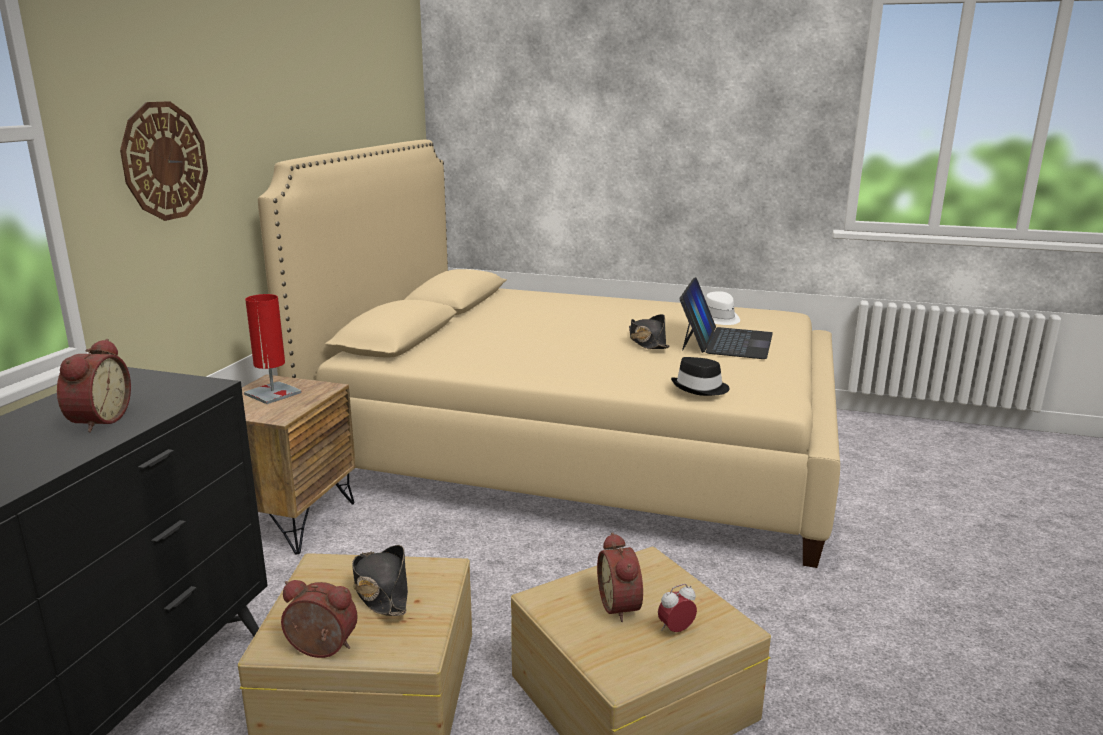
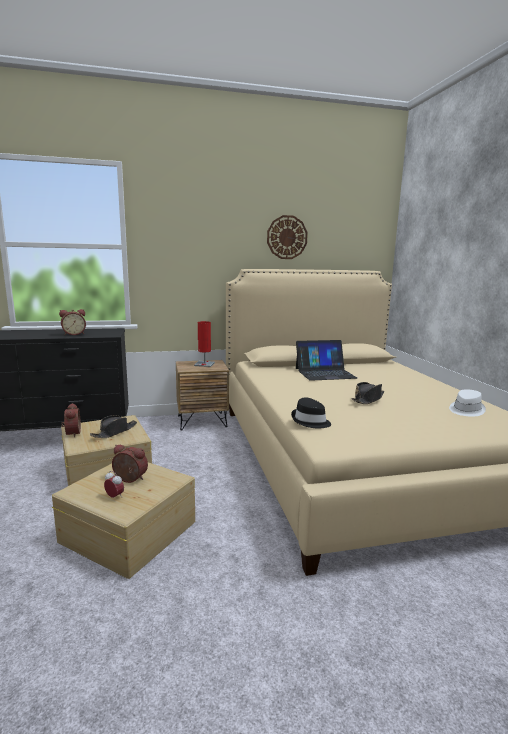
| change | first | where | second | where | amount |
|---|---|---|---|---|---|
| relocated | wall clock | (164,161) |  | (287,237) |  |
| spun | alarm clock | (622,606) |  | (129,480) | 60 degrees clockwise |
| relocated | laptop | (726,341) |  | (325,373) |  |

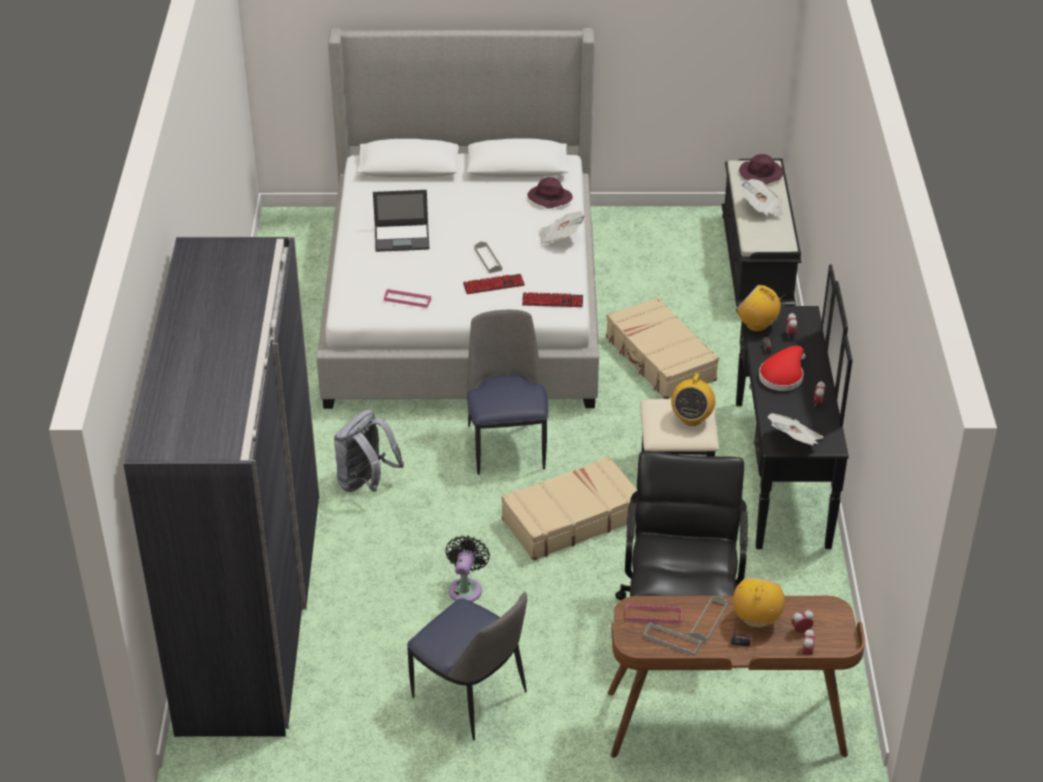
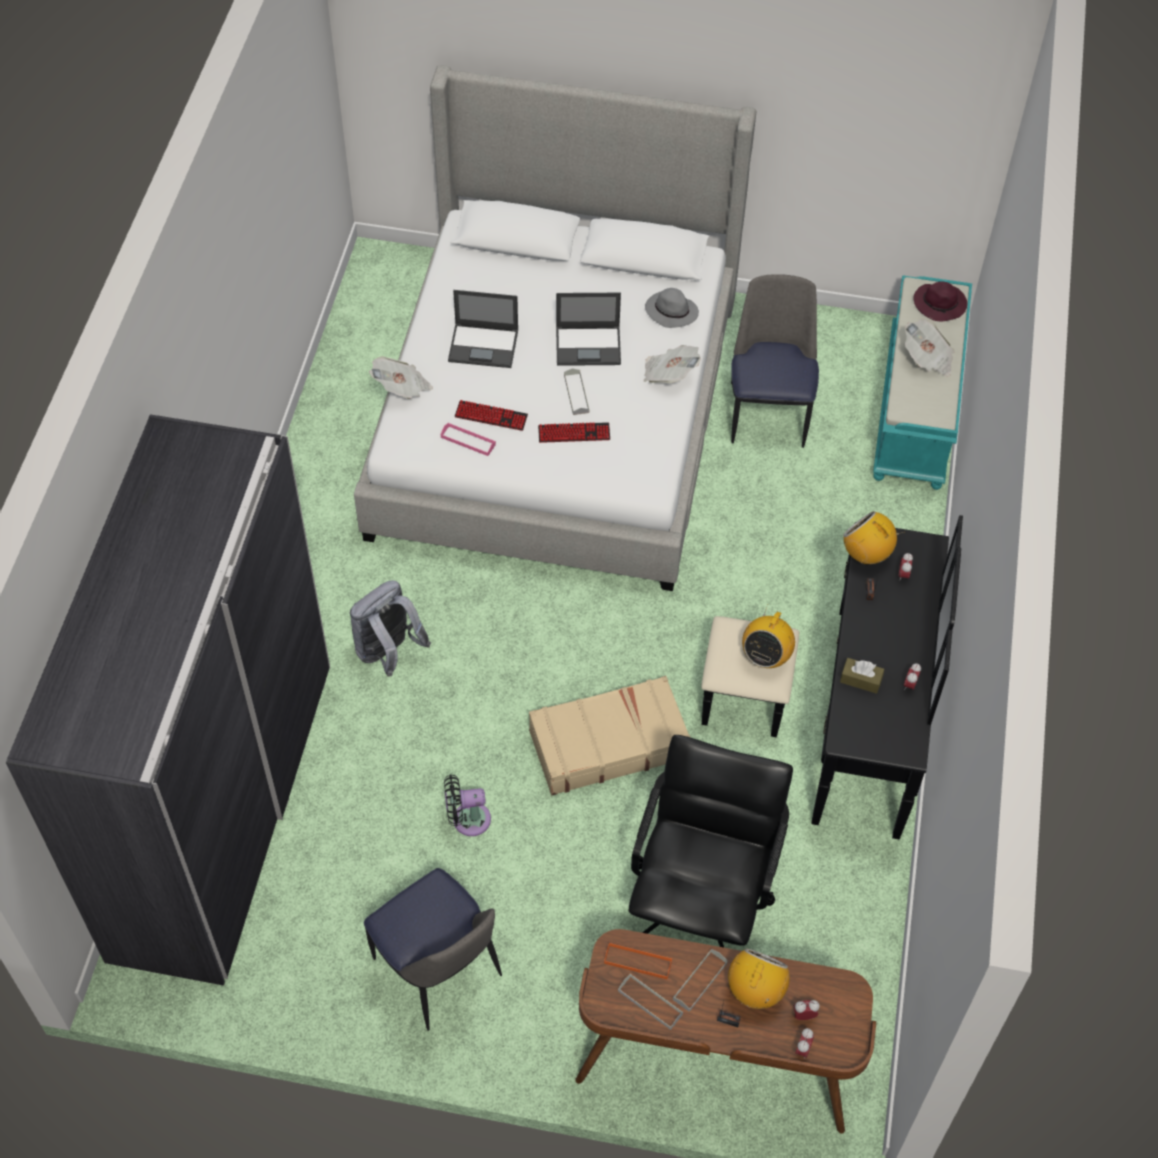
| change | first | where | second | where | amount |
|---|---|---|---|---|---|
| spun | black fan | (466,588) |  | (467,819) | 120 degrees counterclockwise |
| relocated | chair | (506,444) |  | (768,412) |  |
| relocated | keyboard | (552,301) |  | (491,416) |  |
| colour | purple hat | (549,198) | grey hat | (670,312) |  |
| missing | beige suitcase | (659,359) |  |  |  |
| colour | pink tray | (653,615) | orange tray | (638,962) |  |
| colour | black bench | (757,264) | turquoise bench | (917,409) |  |
| missing | red hat | (782,376) |  |  |  |
| relocated | newspaper | (795,441) |  | (402,388) |  |
| appeared |  |  | laptop | (589,345) |  |
| appeared |  |  | brown tissue box | (861,680) |  |

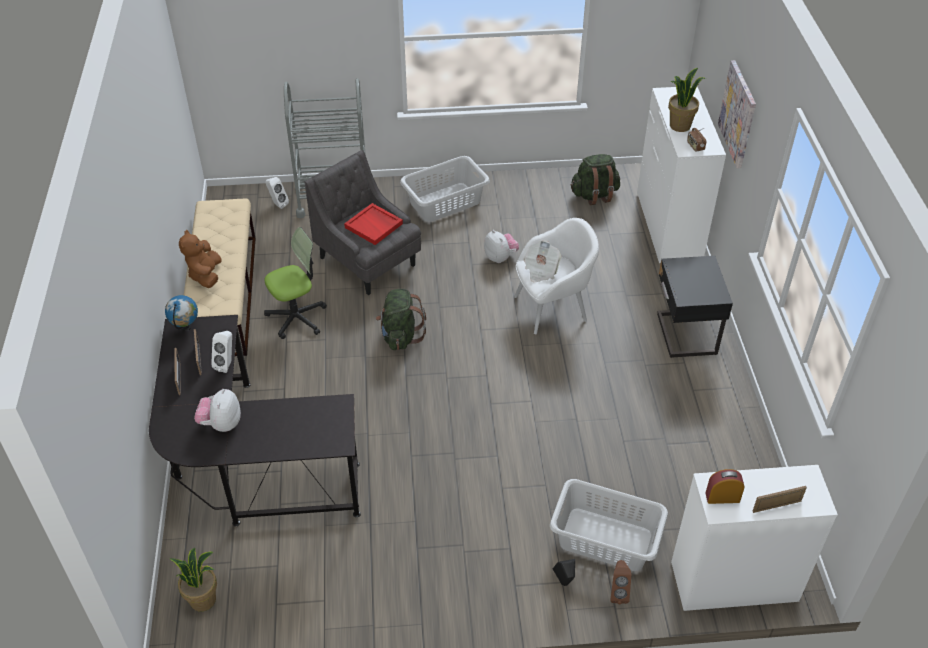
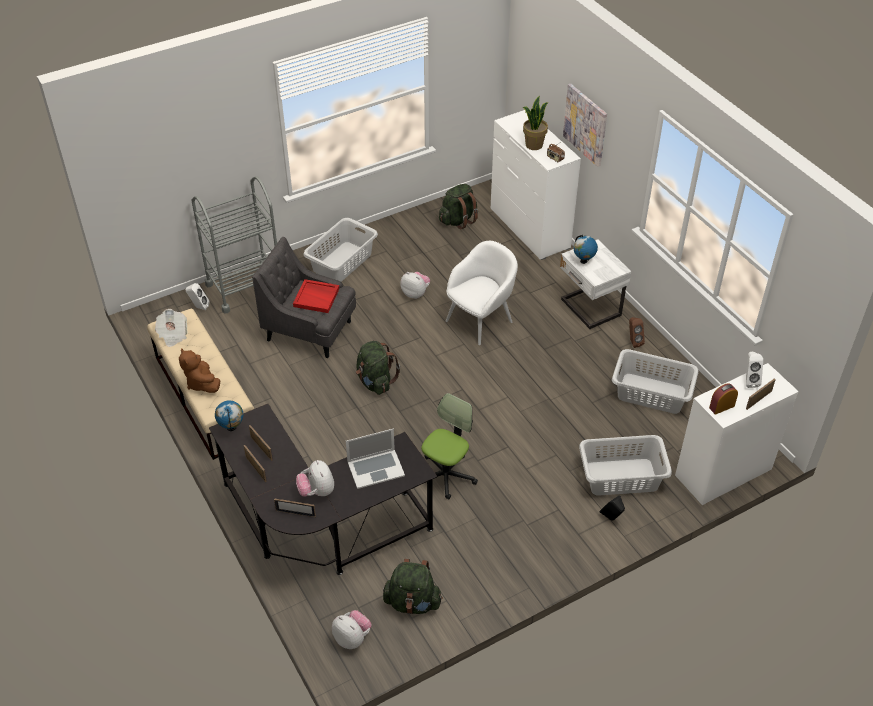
| change | first | where | second | where | amount |
|---|---|---|---|---|---|
| exchanged | potted plant | (203,599) | plush toy | (352,638) |  |
| relocated | white speaker | (227,364) |  | (749,381) |  |
| relocated | office chair | (297,317) |  | (446,475) |  |
| relocated | newspaper | (541,270) |  | (173,334) |  |
| relocated | brown speaker | (618,592) |  | (633,342) |  |
| colour | black nightstand | (684,335) | white nightstand | (589,309) |  |
| appeared |  |  | picture frame | (295,513) |  |
| appeared |  |  | laptop | (375,468) |  |
| appeared |  |  | green backpack | (413,602) |  |
| appeared |  |  | globe | (583,261) |  |
| appeared |  |  | grey laundry basket | (651,394) |  |

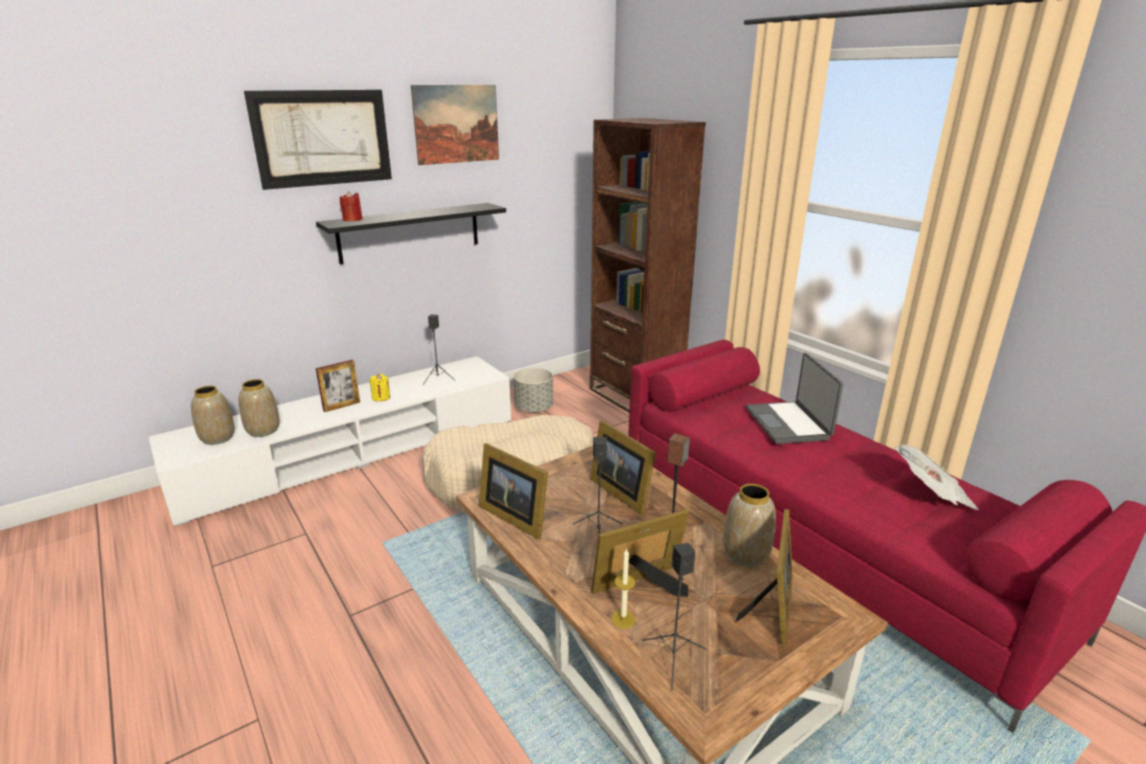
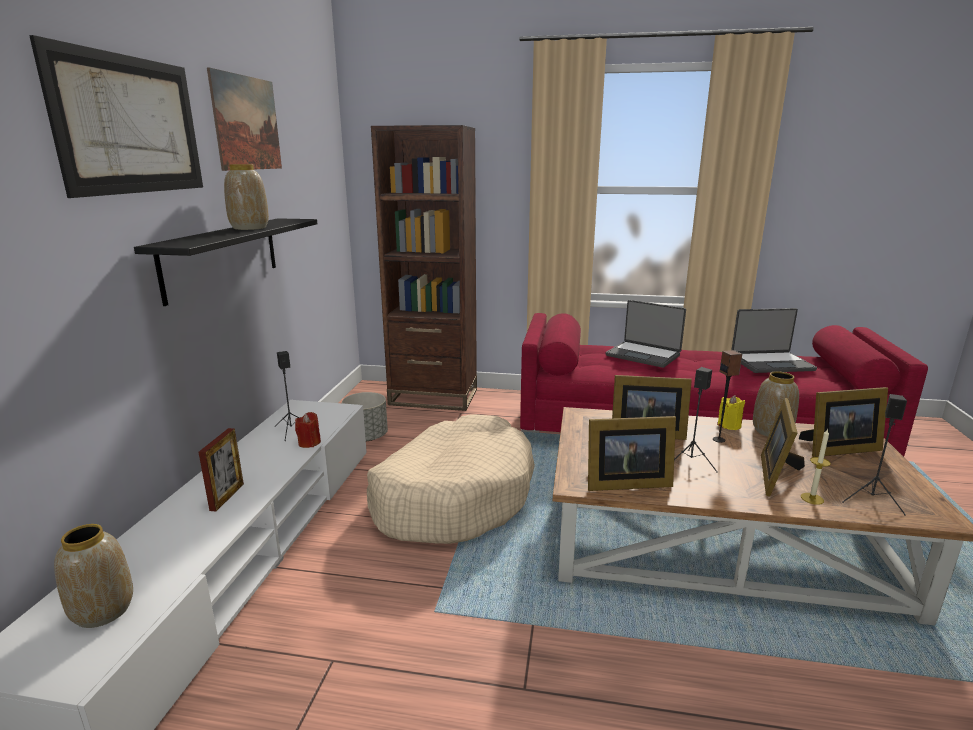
| change | first | where | second | where | amount |
|---|---|---|---|---|---|
| relocated | vase | (263,430) |  | (249,228) |  |
| relocated | red candle | (352,220) |  | (309,443) |  |
| relocated | yellow candle | (381,397) |  | (729,425) |  |
| spun | picture frame | (772,608) |  | (837,449) | 105 degrees clockwise |
| exchanged | newspaper | (931,495) | laptop | (771,363) |  |

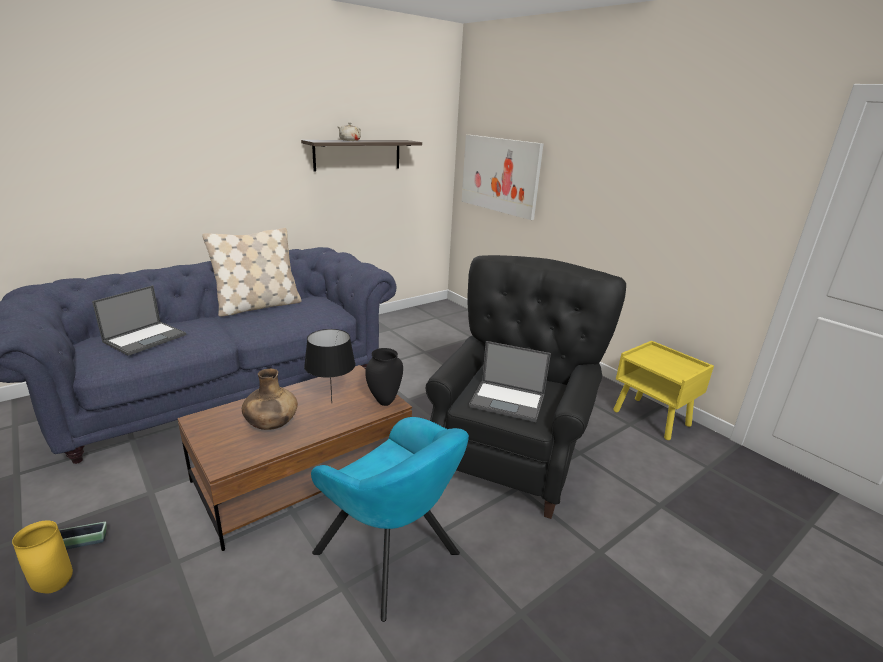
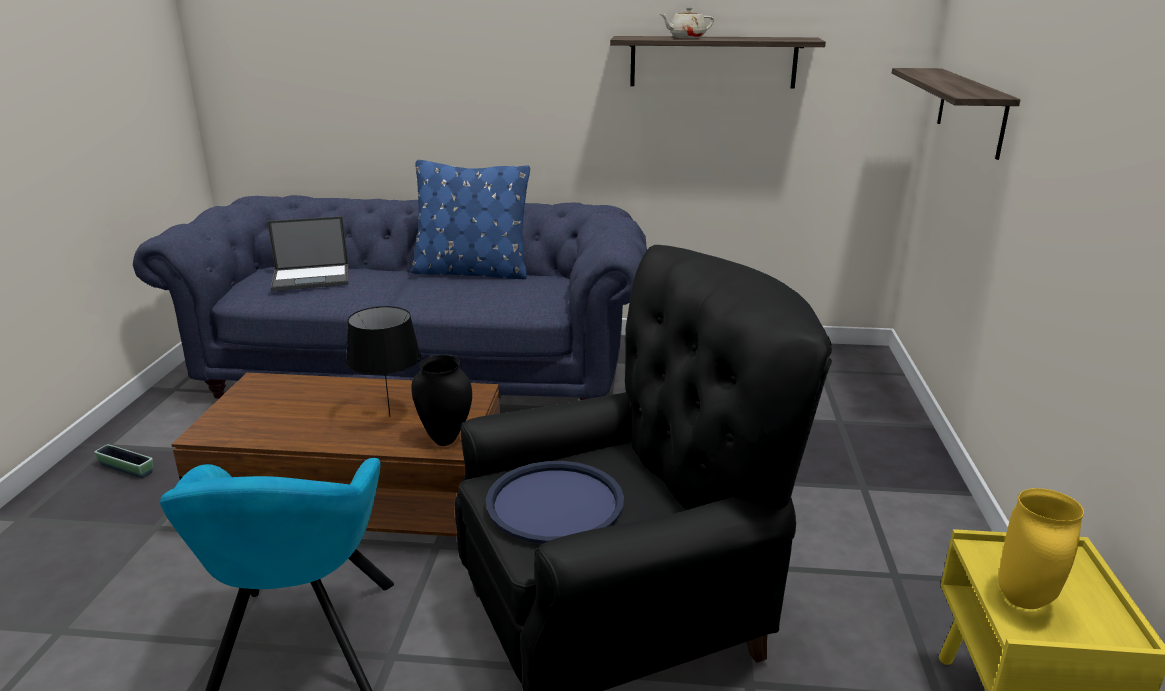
| change | first | where | second | where | amount |
|---|---|---|---|---|---|
| relocated | yellow vase | (56,585) |  | (1026,601) |  |
| colour | beige pillow | (258,306) | blue pillow | (472,272) |  |
| missing | brown vase | (271,425) |  |  |  |
| exchanged | picture | (500,175) | shelf | (971,111) |  |
| exchanged | laptop | (508,401) | blue tray | (555,503) |  |

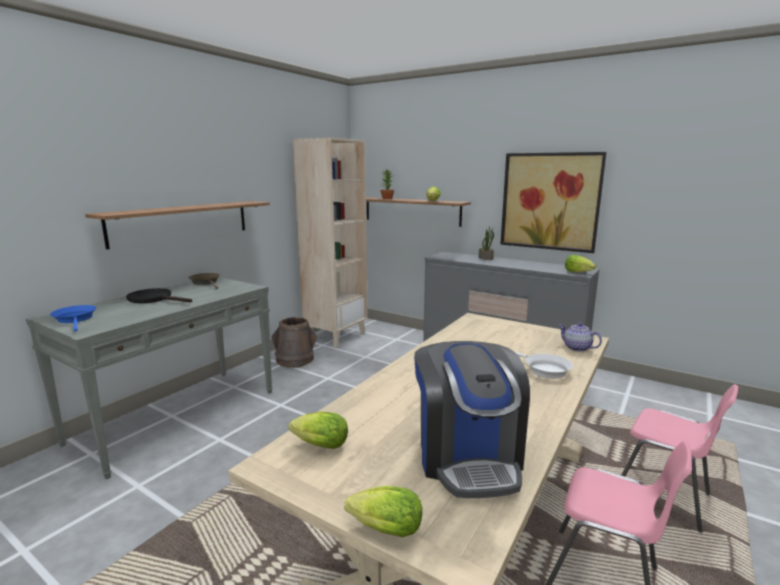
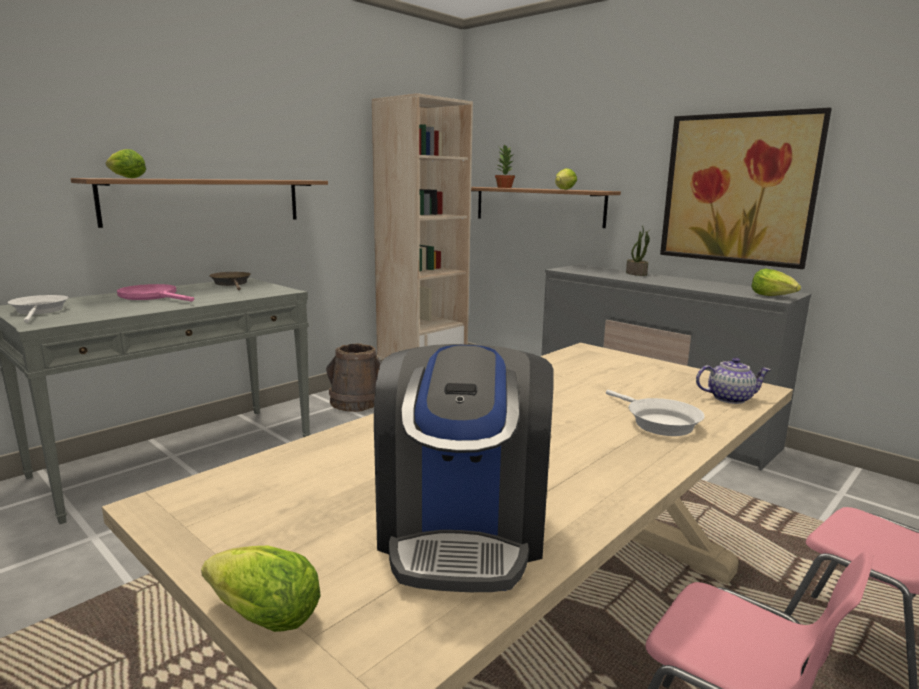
| change | first | where | second | where | amount |
|---|---|---|---|---|---|
| colour | blue frying pan | (75,319) | white frying pan | (40,311) |  |
| colour | black frying pan | (155,299) | pink frying pan | (153,296) |  |
| relocated | lettuce | (318,445) |  | (125,178) |  |
| spun | teapot | (576,348) |  | (729,398) | 120 degrees clockwise |

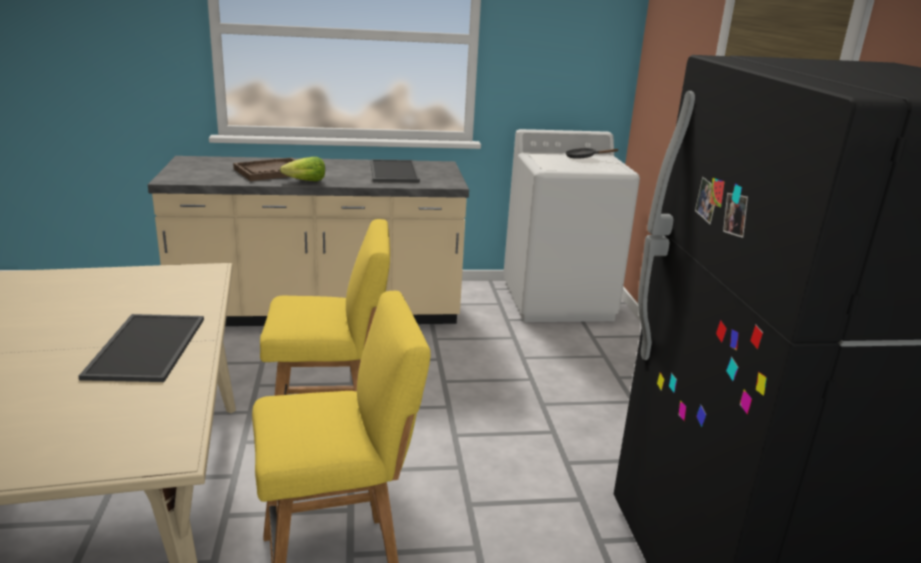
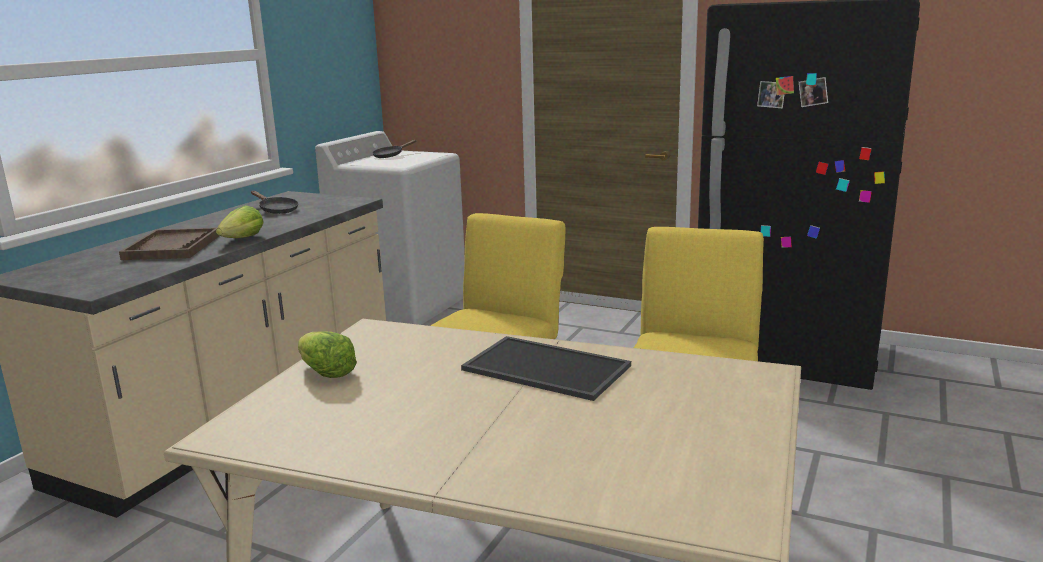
| change | first | where | second | where | amount |
|---|---|---|---|---|---|
| exchanged | tray | (392,171) | black frying pan | (276,210) |  |
| appeared |  |  | lettuce | (325,372) |  |

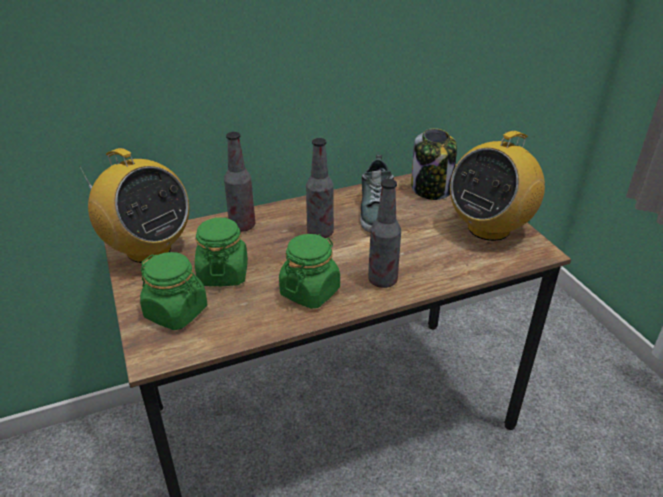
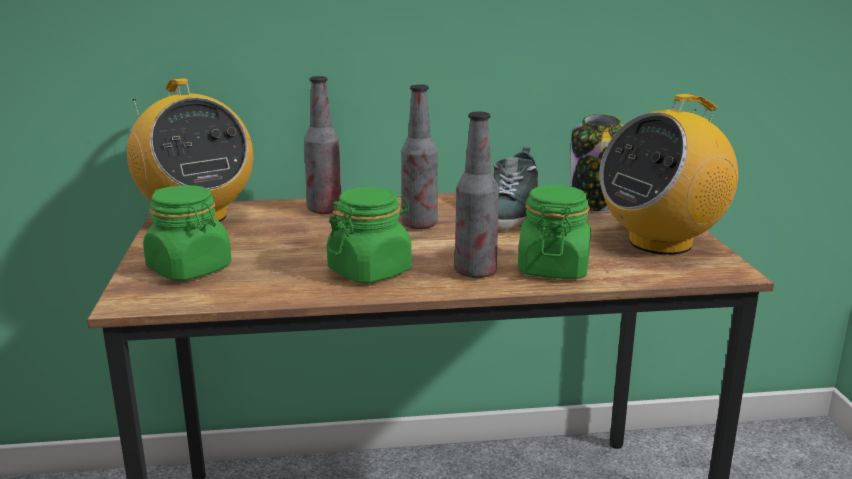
| change | first | where | second | where | amount |
|---|---|---|---|---|---|
| relocated | green jar | (223,273) |  | (553,268) |  |

